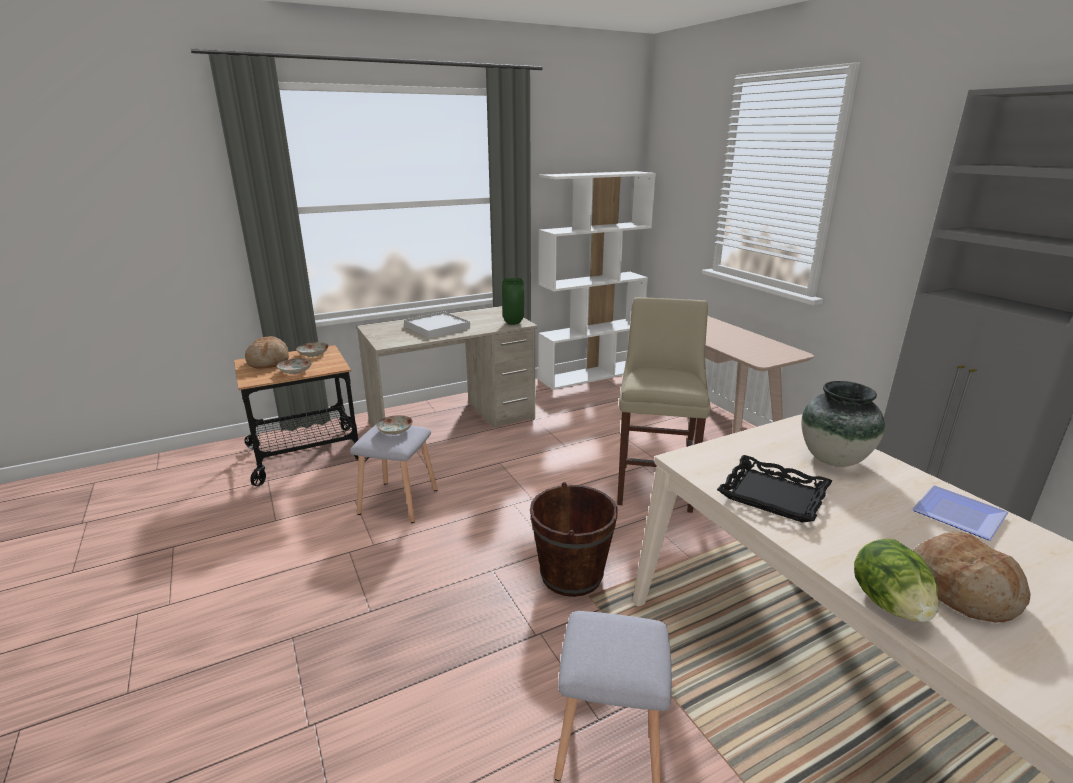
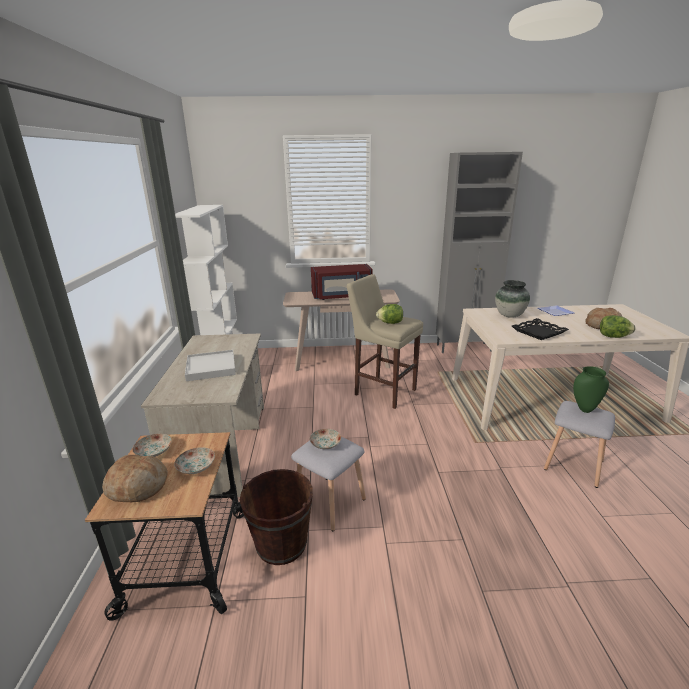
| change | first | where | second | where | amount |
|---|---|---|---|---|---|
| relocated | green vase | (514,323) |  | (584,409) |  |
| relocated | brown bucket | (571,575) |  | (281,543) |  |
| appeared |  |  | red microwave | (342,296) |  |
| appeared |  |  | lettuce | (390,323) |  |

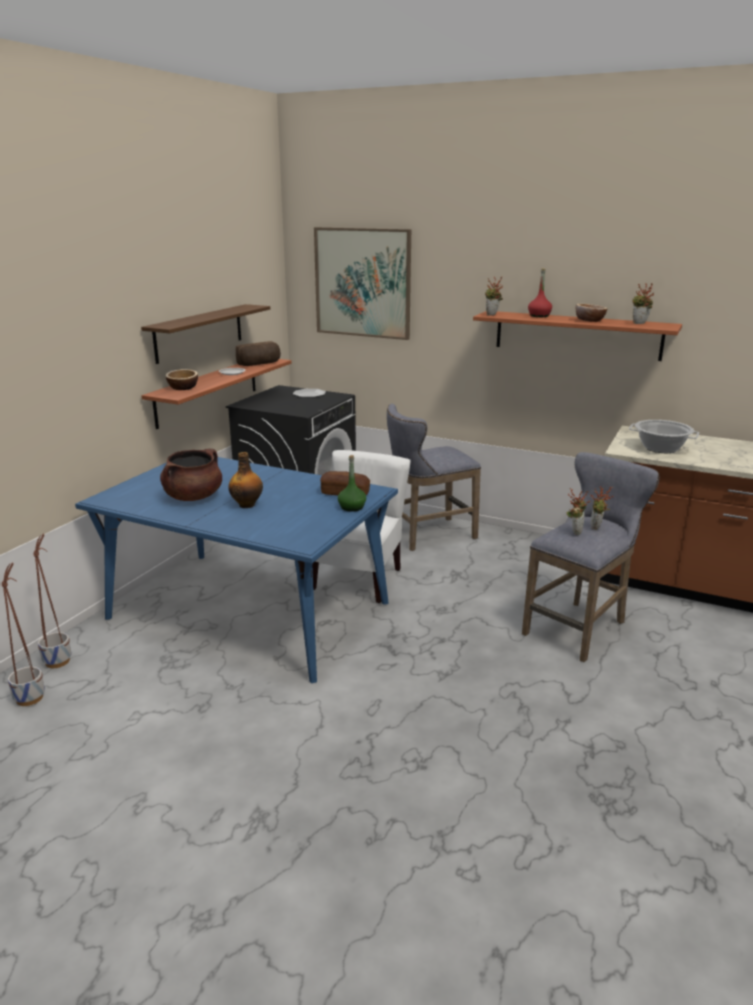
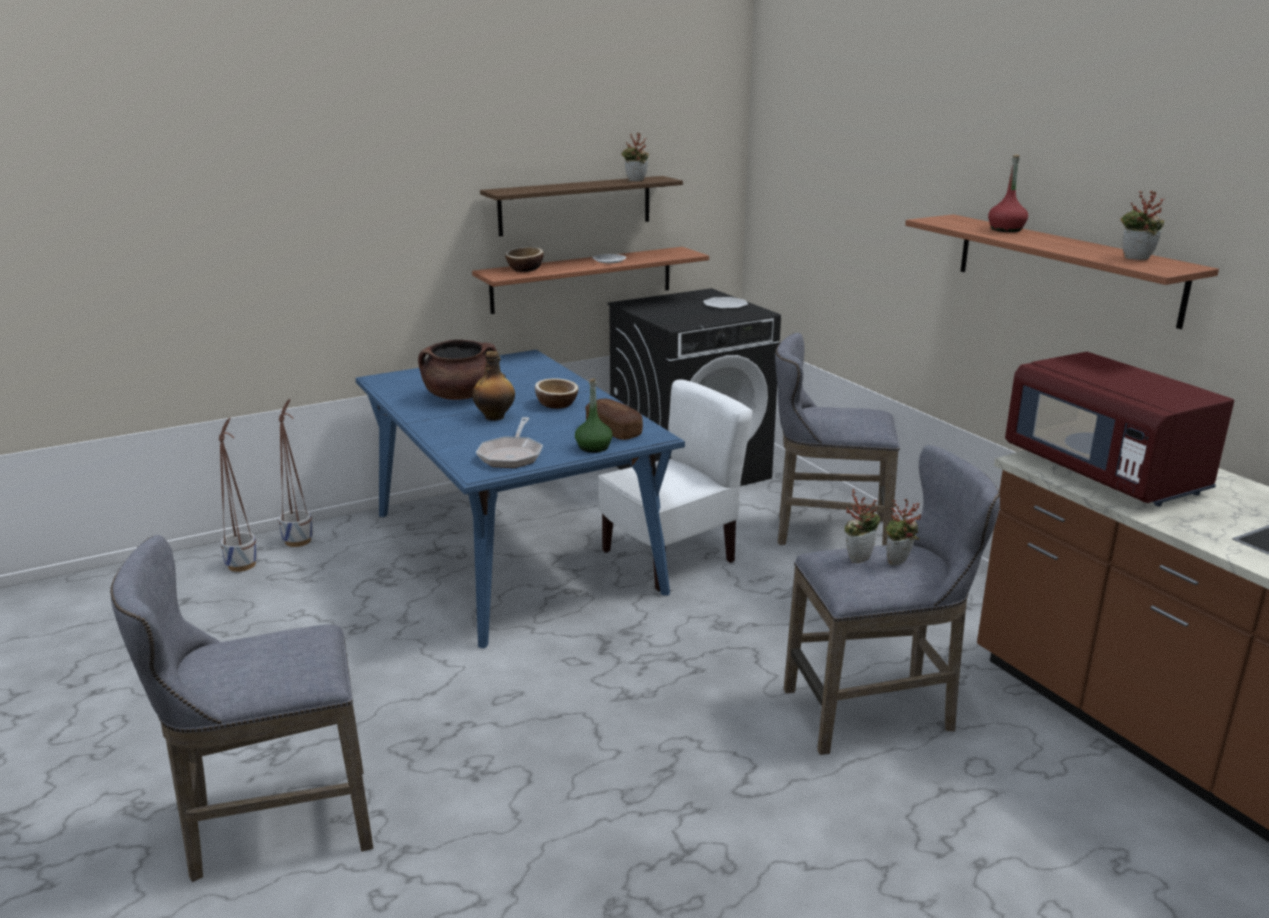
| change | first | where | second | where | amount |
|---|---|---|---|---|---|
| missing | bread | (259,364) |  |  |  |
| missing | picture | (362,283) |  |  |  |
| relocated | potted plant | (492,315) |  | (635,181) |  |
| relocated | bowl | (589,320) |  | (556,404) |  |
| exchanged | cooking pot | (661,448) | red microwave | (1104,473) |  |
| appeared |  |  | grey stool | (270,828) |  |
| appeared |  |  | frying pan | (511,455) |  |

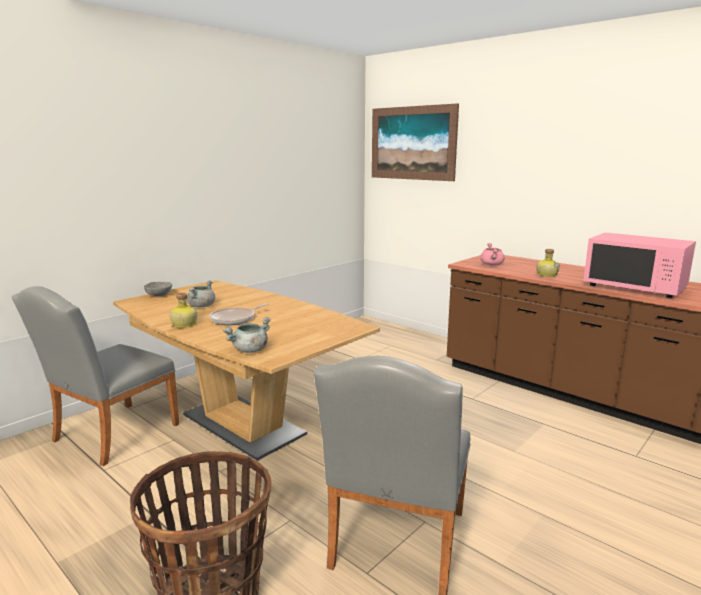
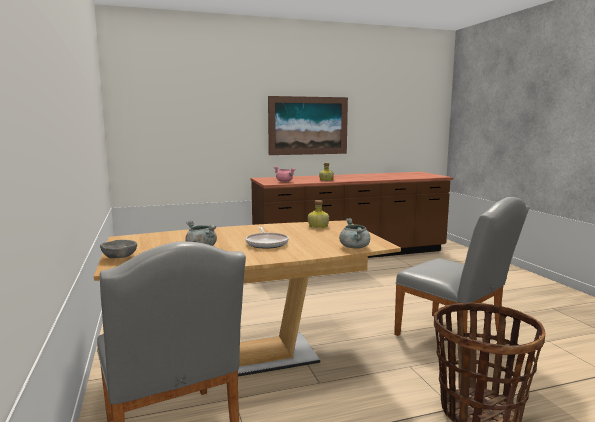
| change | first | where | second | where | amount |
|---|---|---|---|---|---|
| relocated | bottle | (183,324) |  | (318,226) |  |
| relocated | picture | (412,143) |  | (308,125) |  |
| missing | pink microwave | (634,287) |  |  |  |

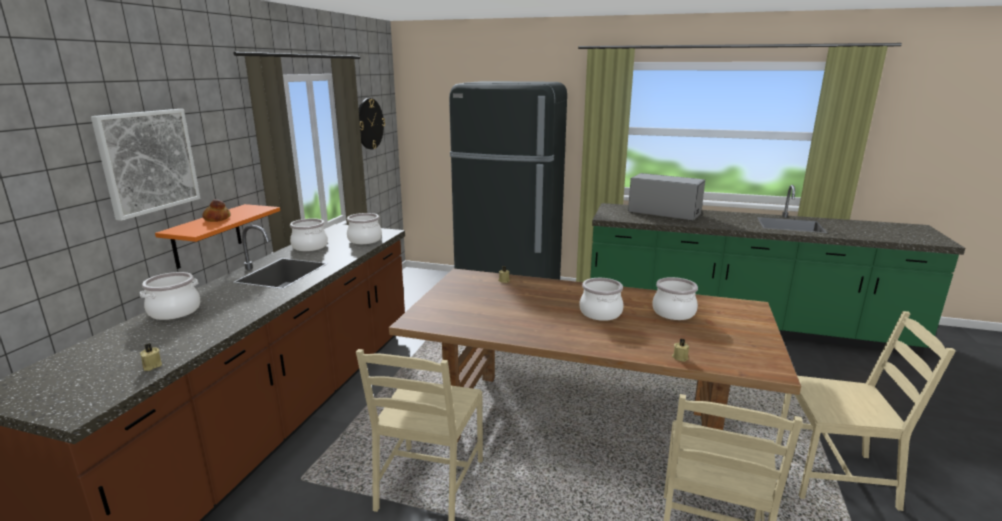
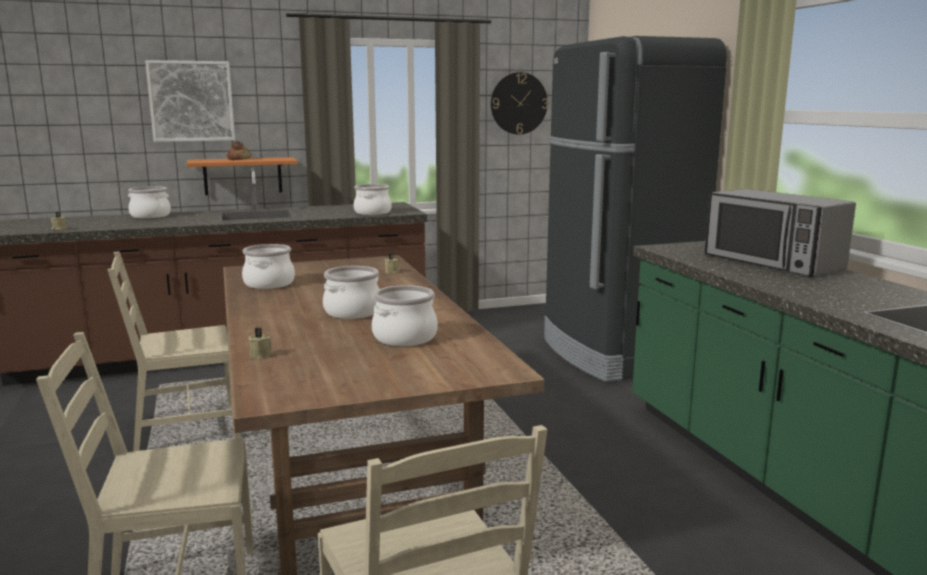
| change | first | where | second | where | amount |
|---|---|---|---|---|---|
| relocated | cooking pot | (309,247) |  | (268,284) |  |
| spun | microwave | (664,213) |  | (772,263) | 150 degrees clockwise |

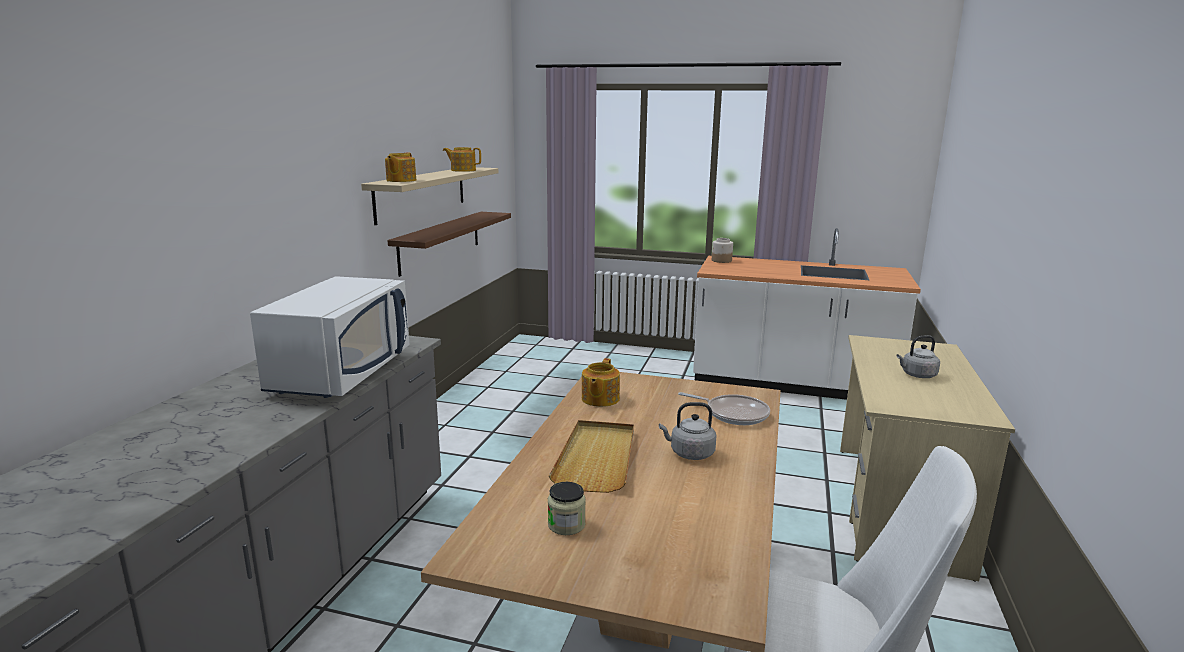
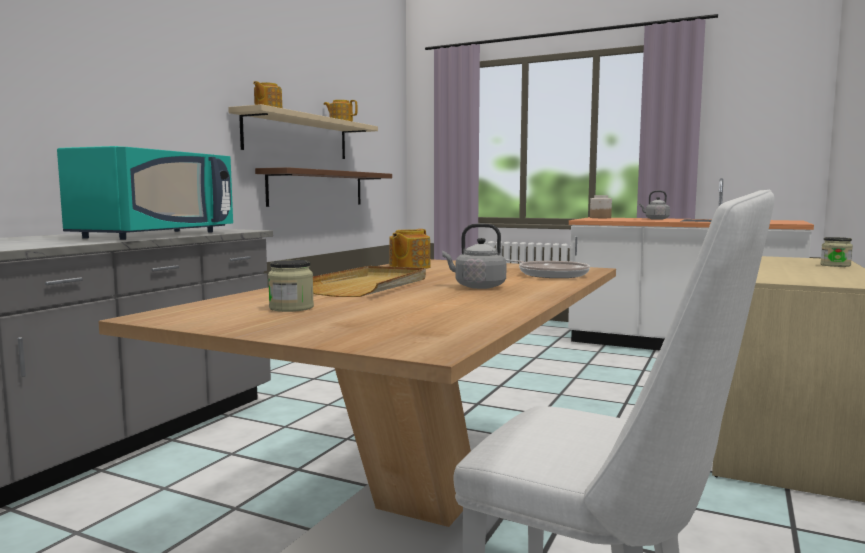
| change | first | where | second | where | amount |
|---|---|---|---|---|---|
| colour | white microwave | (342,373) | turquoise microwave | (155,235) |  |
| relocated | grey kettle | (917,375) |  | (655,219) |  |
| appeared |  |  | jar | (835,265) |  |

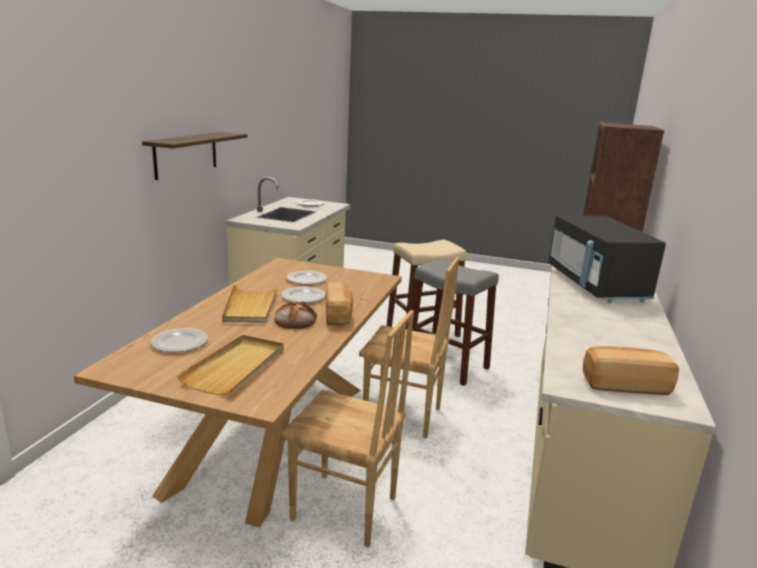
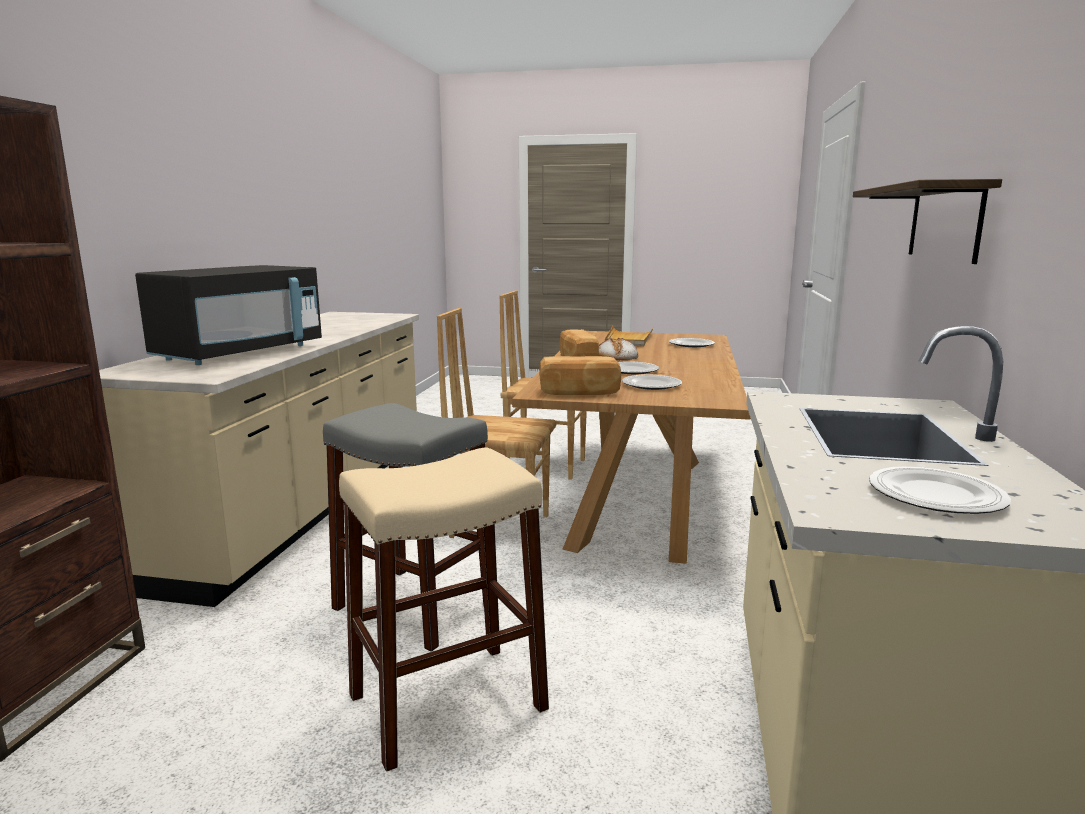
| change | first | where | second | where | amount |
|---|---|---|---|---|---|
| missing | beige tray | (250,306) |  |  |  |
| spun | black microwave | (595,285) |  | (241,353) | 45 degrees clockwise |
| relocated | bread | (624,384) |  | (579,393) |  |

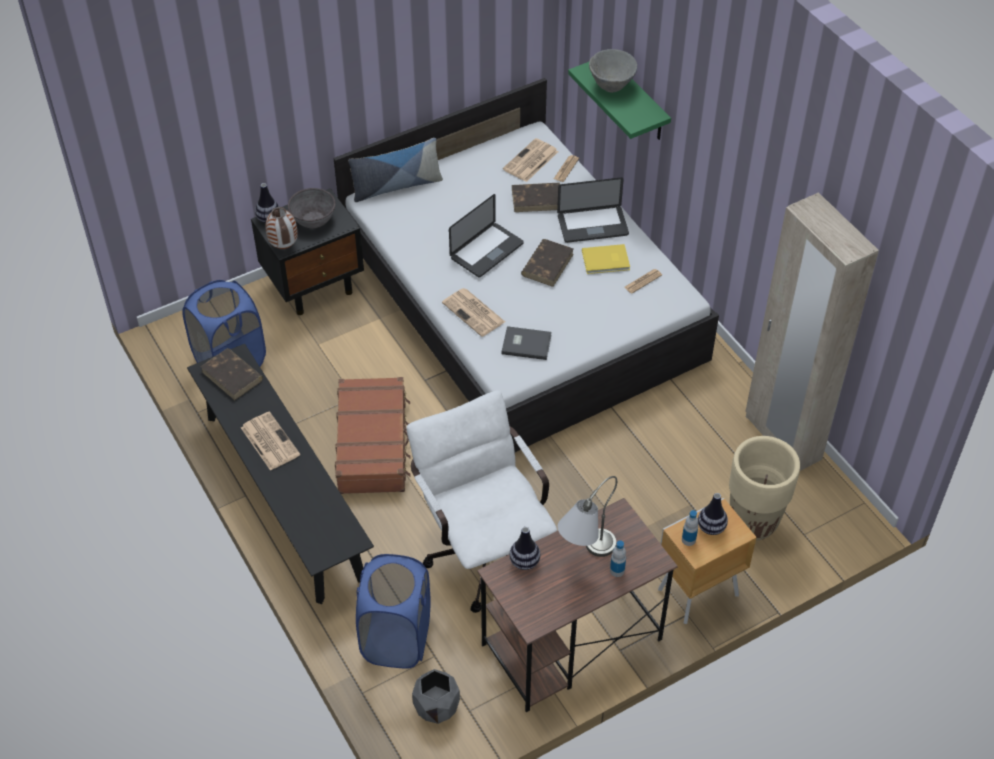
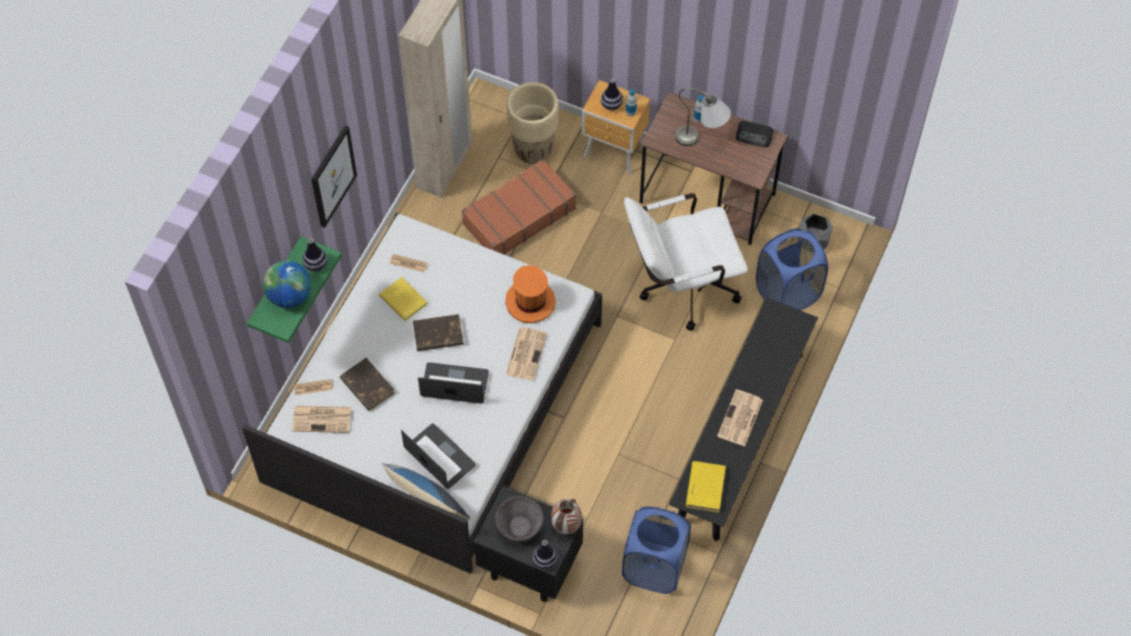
| change | first | where | second | where | amount |
|---|---|---|---|---|---|
| colour | brown book | (232,376) | yellow book | (705,487) |  |
| relocated | brown suitcase | (373,444) |  | (518,216) |  |
| spun | white office chair | (483,548) |  | (680,288) | 45 degrees clockwise |
| exchanged | grey book | (526,343) | orange hat | (530,302) |  |
| relocated | vase | (524,562) |  | (315,265) |  |
| relocated | laptop | (592,225) |  | (439,457) |  |
| exchanged | grey bowl | (611,86) | globe | (289,296) |  |
| appeared |  |  | picture | (332,176) |  |
| appeared |  |  | radio | (754,136) |  |

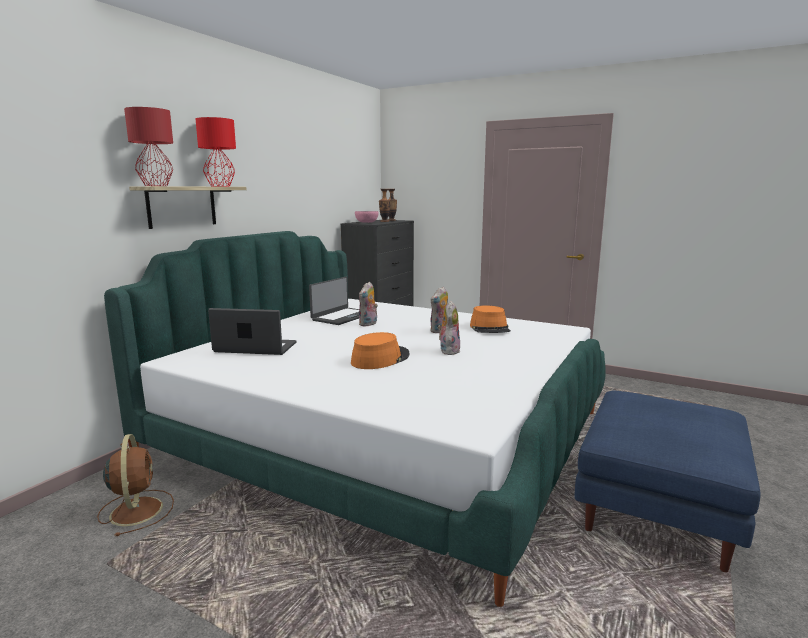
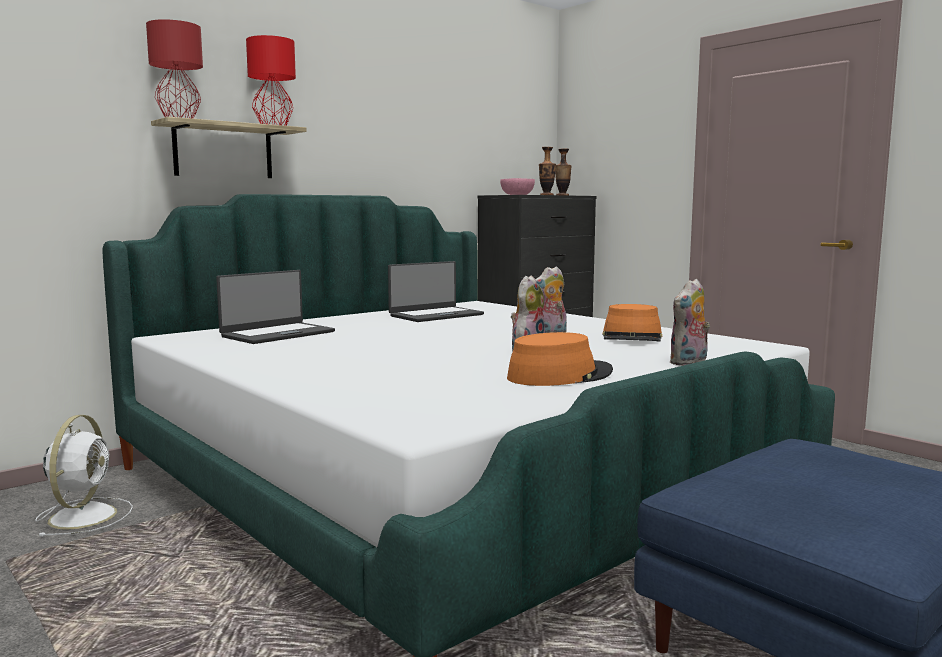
| change | first | where | second | where | amount |
|---|---|---|---|---|---|
| colour | brown fan | (137,510) | white fan | (84,515) |  |
| spun | laptop | (255,348) |  | (277,334) | 105 degrees clockwise |
| relocated | orange hat | (380,359) |  | (559,375) |  |
| relocated | plush toy | (368,324) |  | (689,363) |  |

